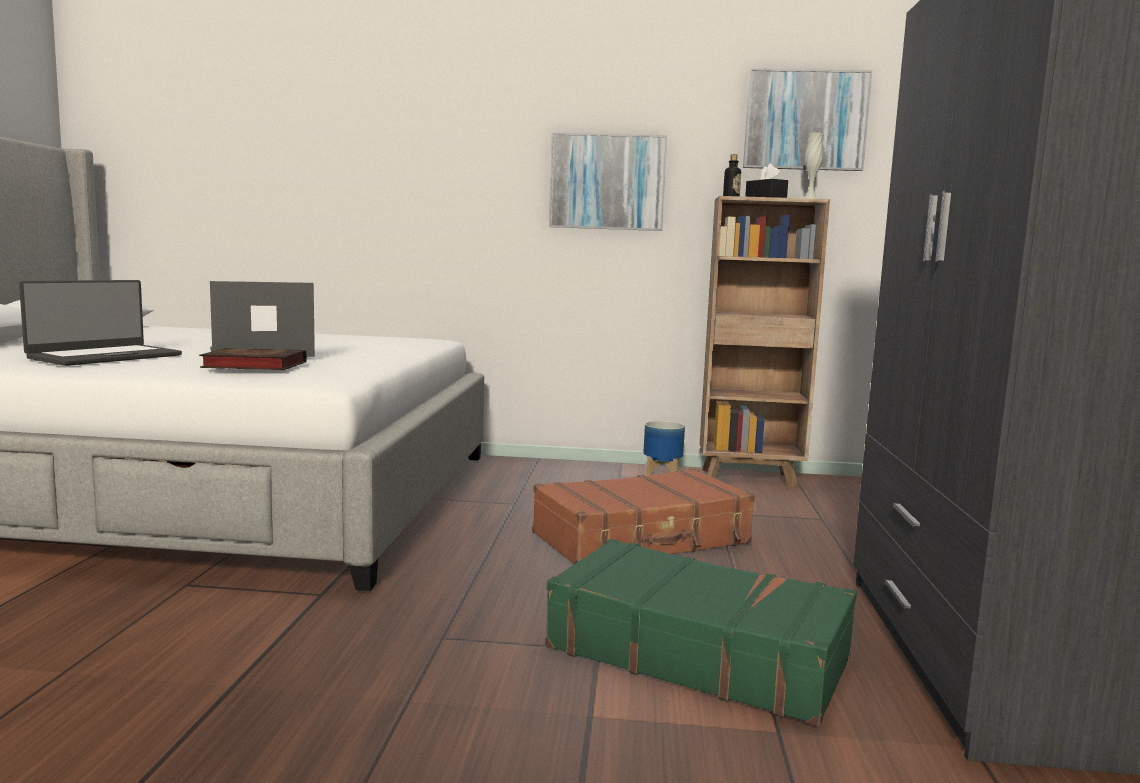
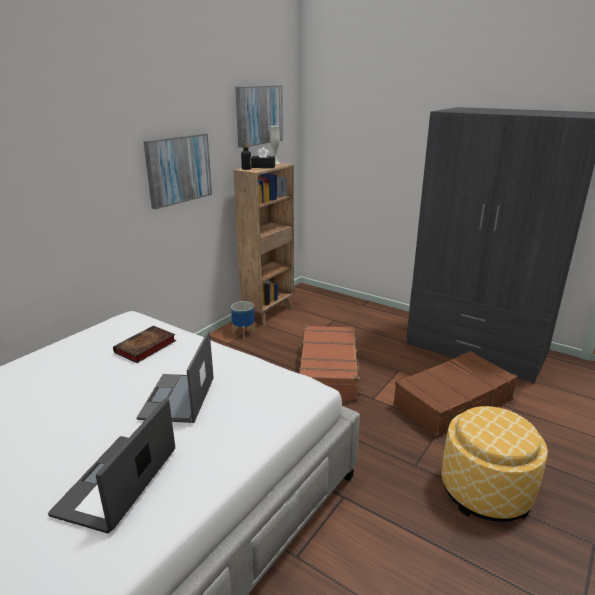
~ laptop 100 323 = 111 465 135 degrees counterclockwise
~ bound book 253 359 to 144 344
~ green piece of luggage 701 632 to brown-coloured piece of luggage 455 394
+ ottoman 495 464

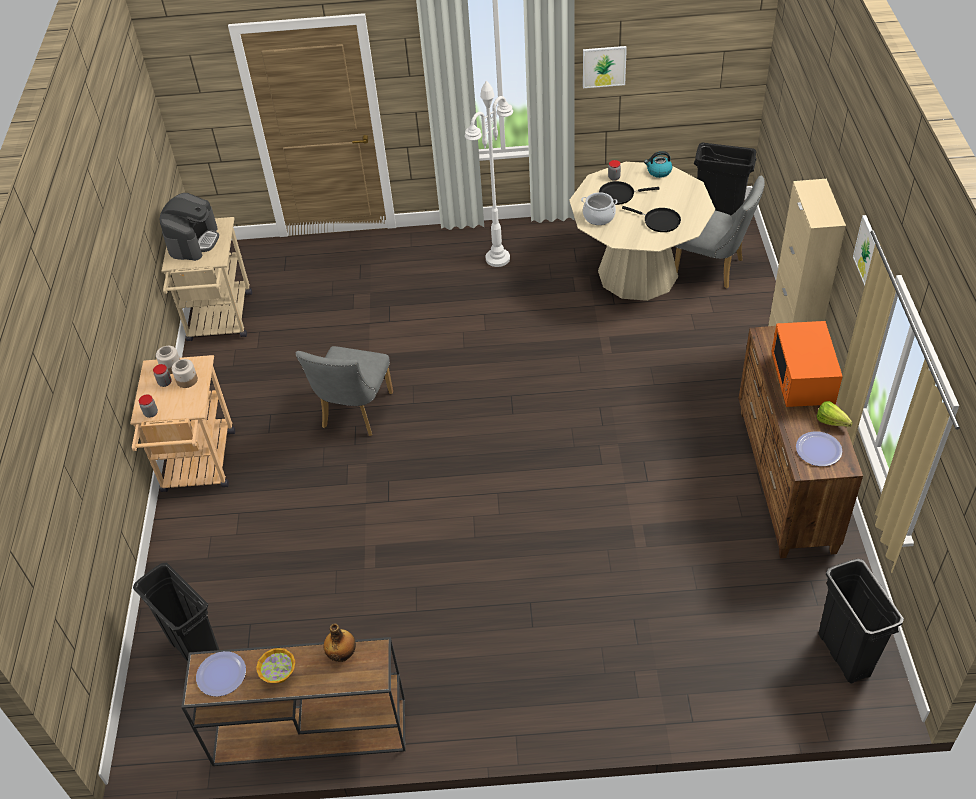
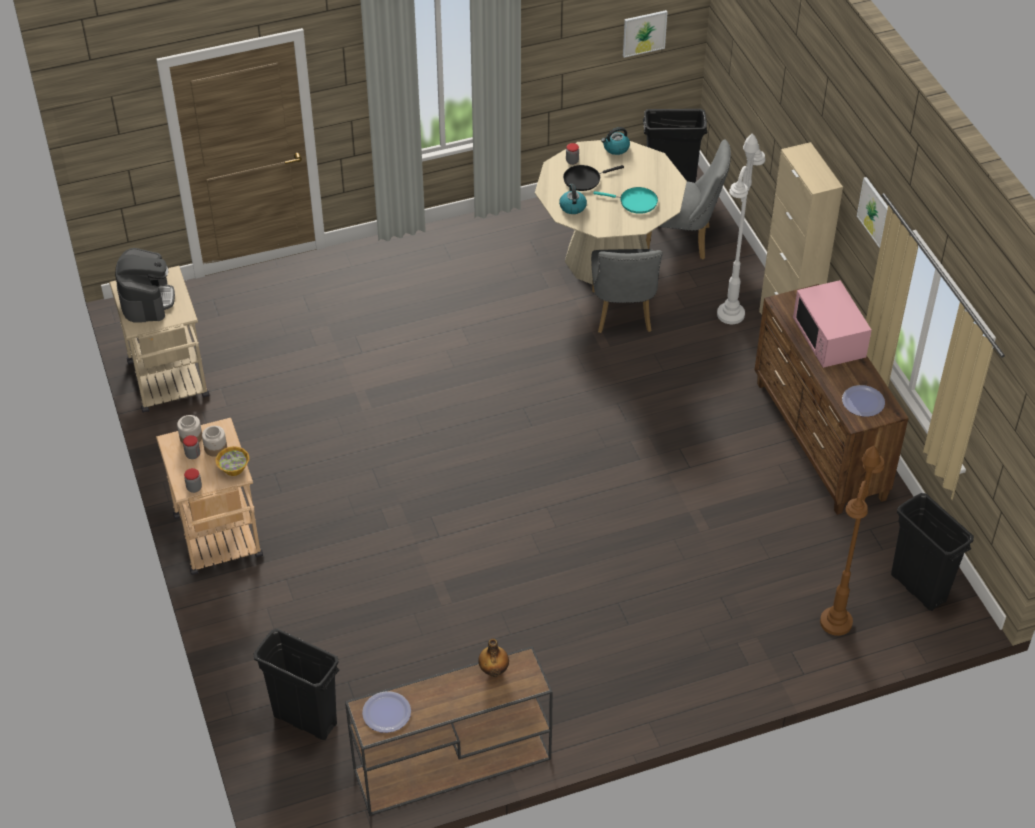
~ bowl 275 666 to 232 461
~ greyish upright chair 344 391 to 627 291
~ whitish floor lamp 489 174 to 741 228
~ stockpot 599 208 to kettle 573 199
~ picture 605 67 to 645 34
~ blackish frying pan 651 219 to blue-green frying pan 625 200
~ orange-coloured kitchen microwave 807 364 to pink-coloured kitchen microwave 832 324
- head of lettuce 835 414
+ brown-coloured floor lamp 852 541

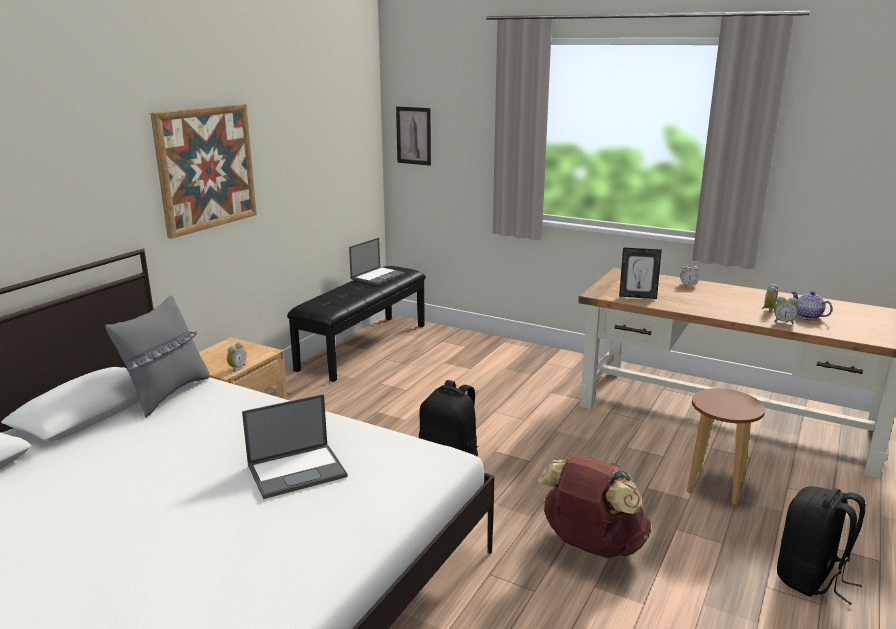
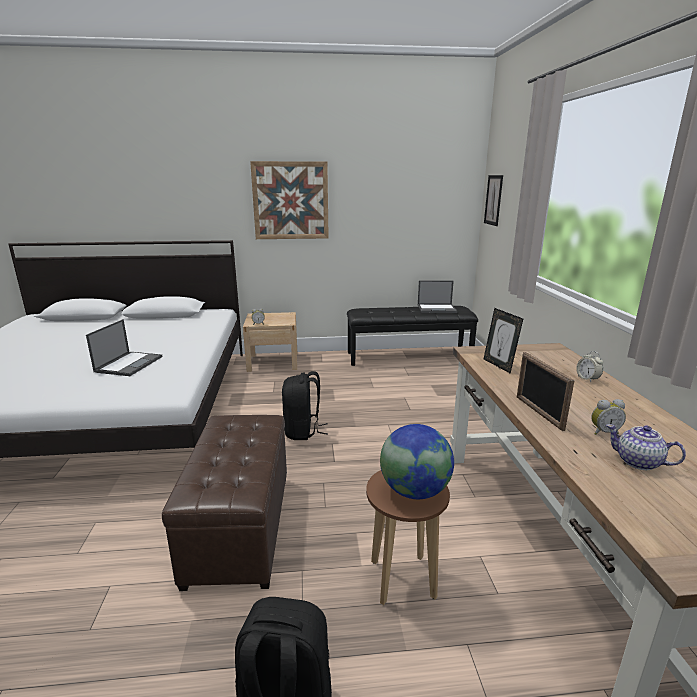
- greyish pillow 157 356
~ laptop 295 446 = 124 347 105 degrees counterclockwise
~ brown-coloured knapsack 594 506 to brown-coloured ottoman 224 503
- bedside clock 786 310
~ pot for tea 812 305 = 646 447 75 degrees counterclockwise
+ globe 417 461
+ picture frame 546 391

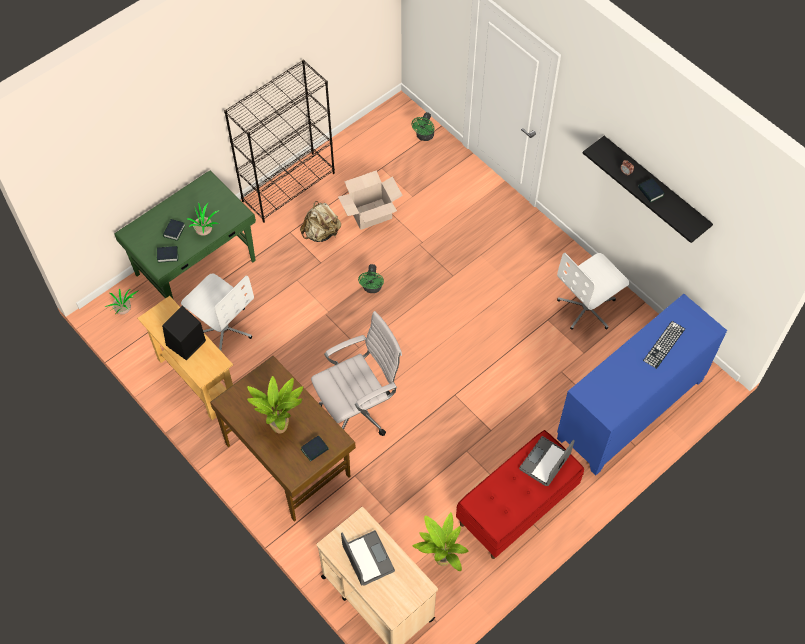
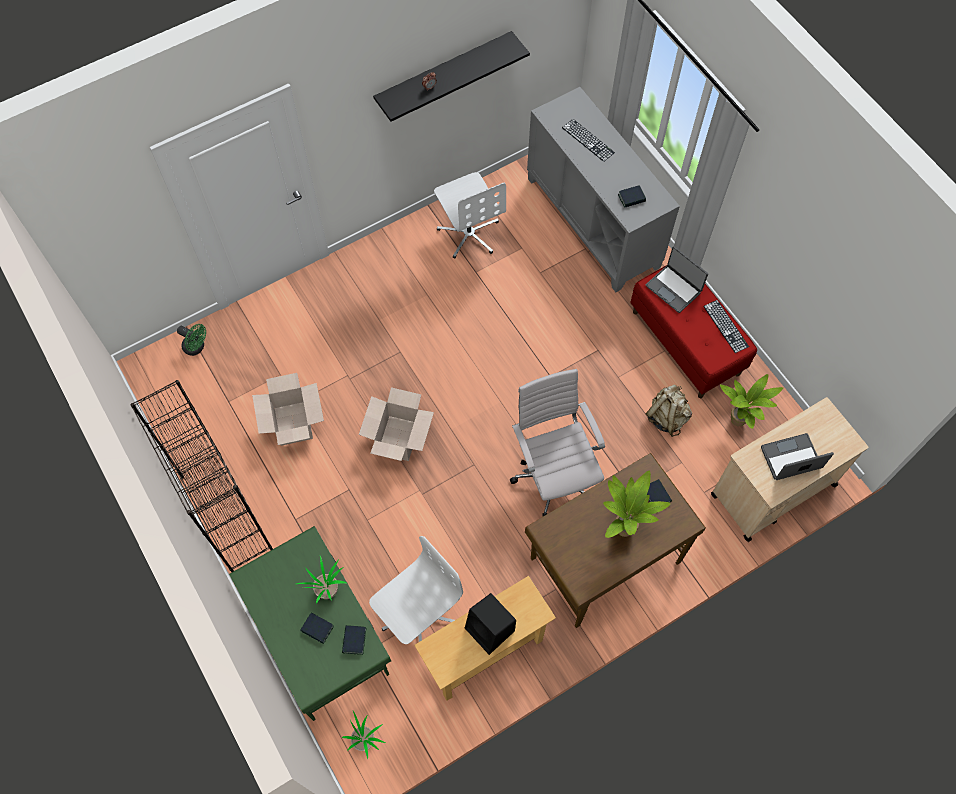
~ beige knapsack 320 221 to 668 410
~ green cooling fan 371 278 to packing box 396 424
~ blue cupboard 642 385 to greyish cupboard 603 189
~ bound book 651 190 to 632 196
+ keyboard 726 326

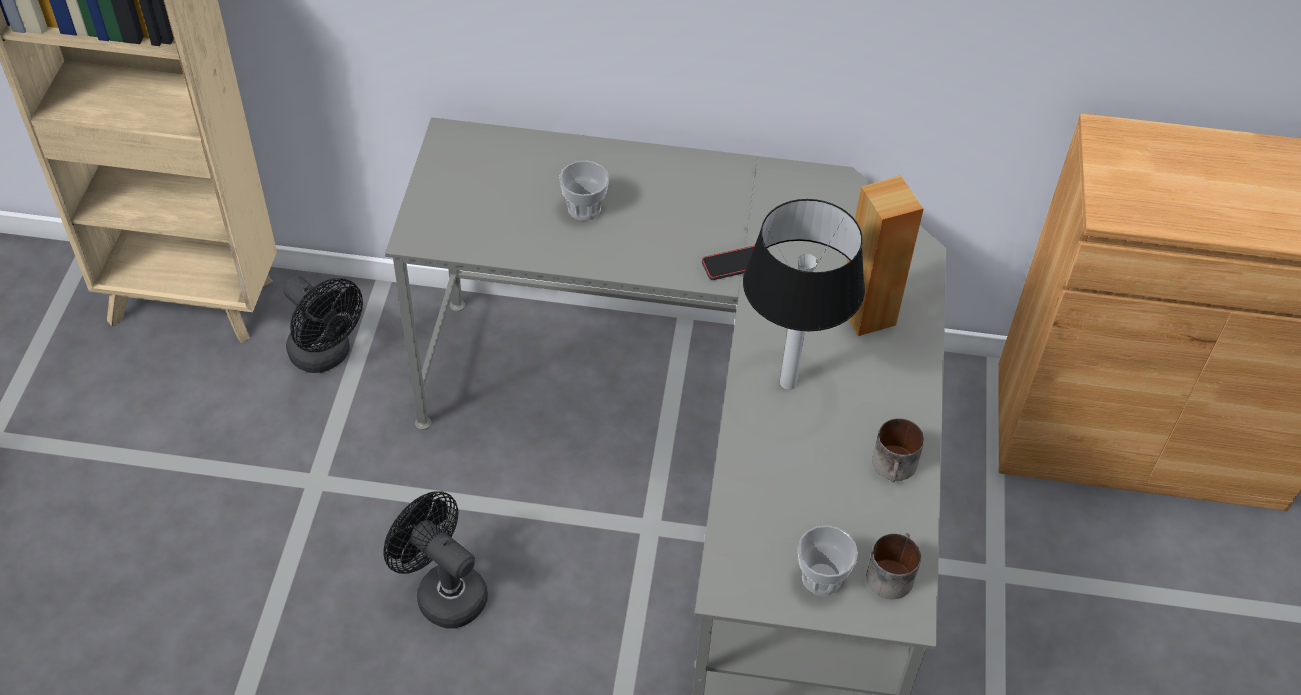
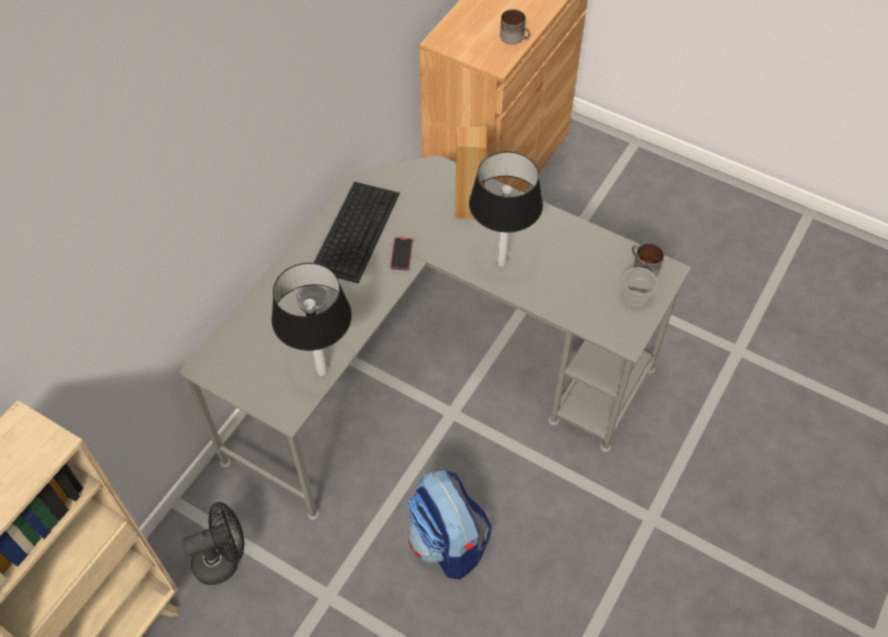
~ blackish cooling fan 435 560 to knapsack 450 525
~ coffee mug 898 450 to 515 27
+ lamp for a table 311 319
+ keyboard 357 232

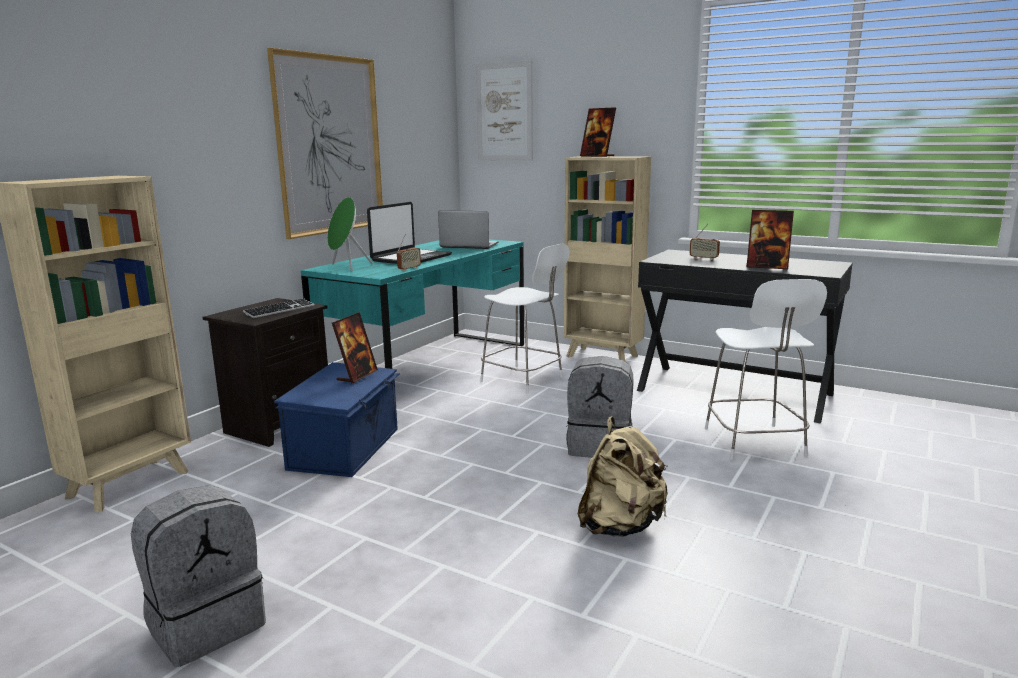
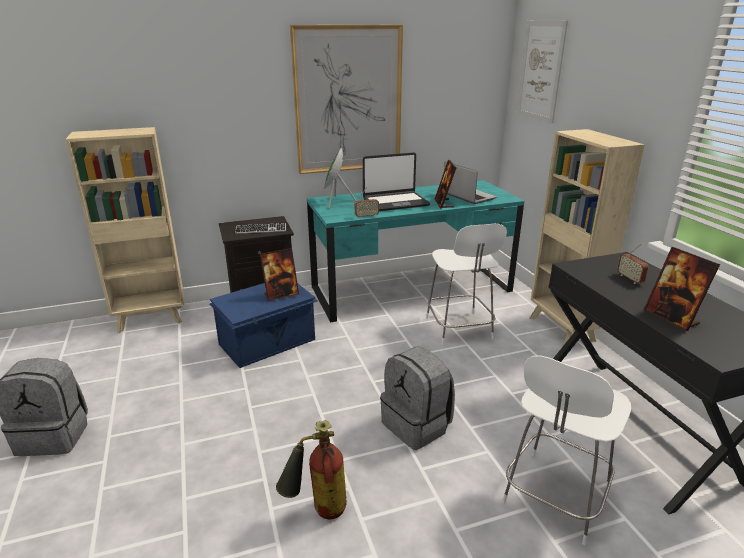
~ beige knapsack 623 476 to fire extinguisher 311 469
~ picture frame 598 132 to 446 184

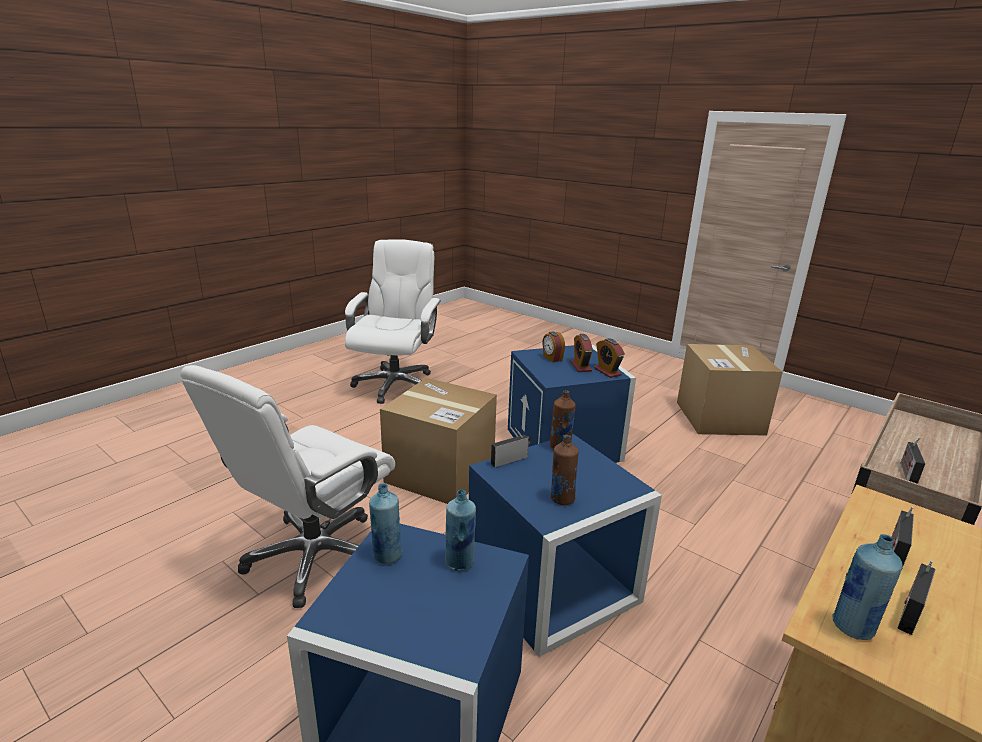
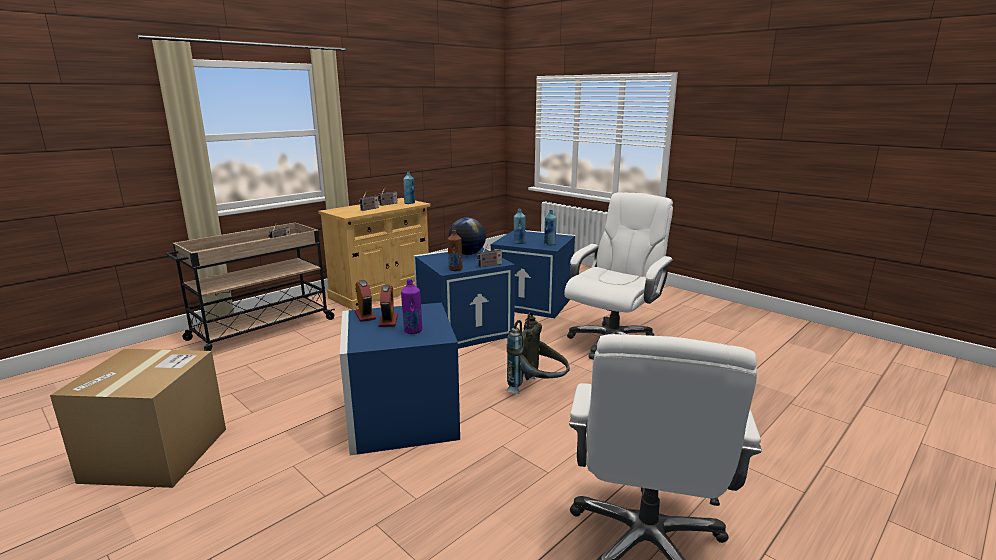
~ packing box 438 441 to greyish knapsack 538 353
~ bedside clock 553 347 to purple-coloured bottle 411 306
~ brown-coloured bottle 565 470 to globe 467 236

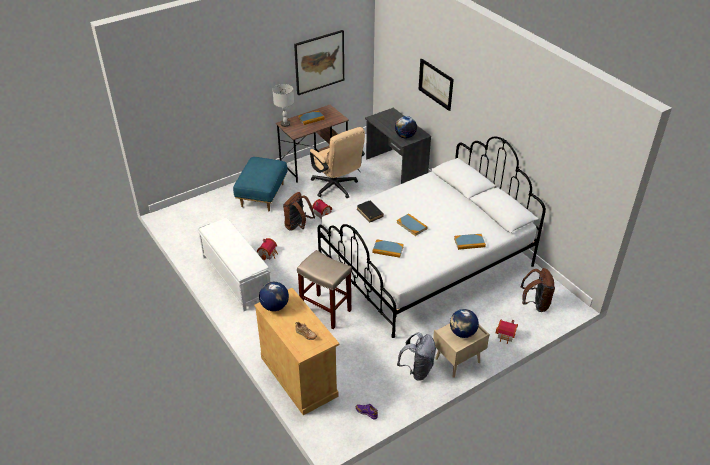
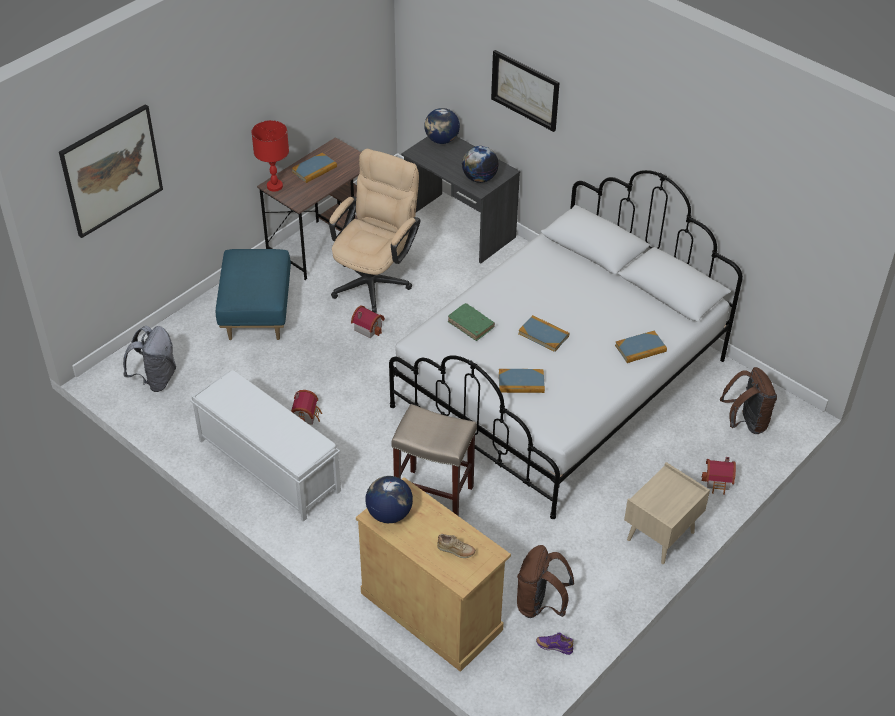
~ greyish lamp for a table 283 105 to red lamp for a table 270 156
~ brown-coloured knapsack 299 211 to 545 581
~ picture 319 62 to 111 171
~ beige desk chair 337 162 = 375 231 105 degrees counterclockwise
~ blackish bound book 370 211 to green bound book 471 322
~ greyish knapsack 416 356 to 149 359
~ globe 464 323 to 442 126

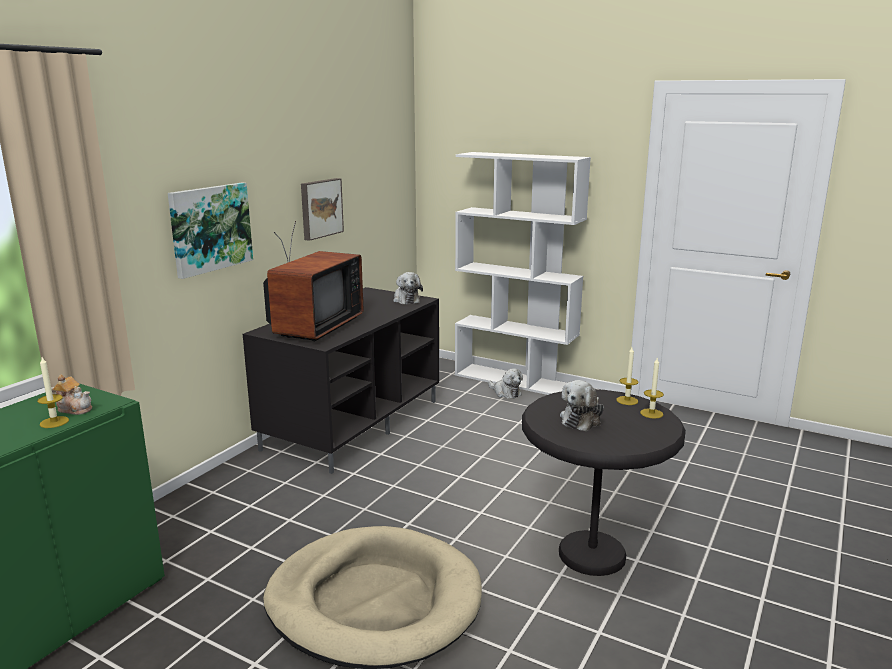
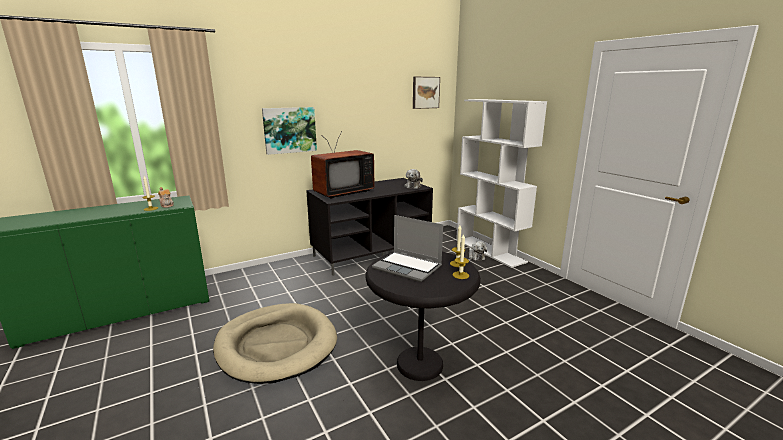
~ picture 322 209 to 426 93
~ soft toy 582 405 to laptop 407 248

